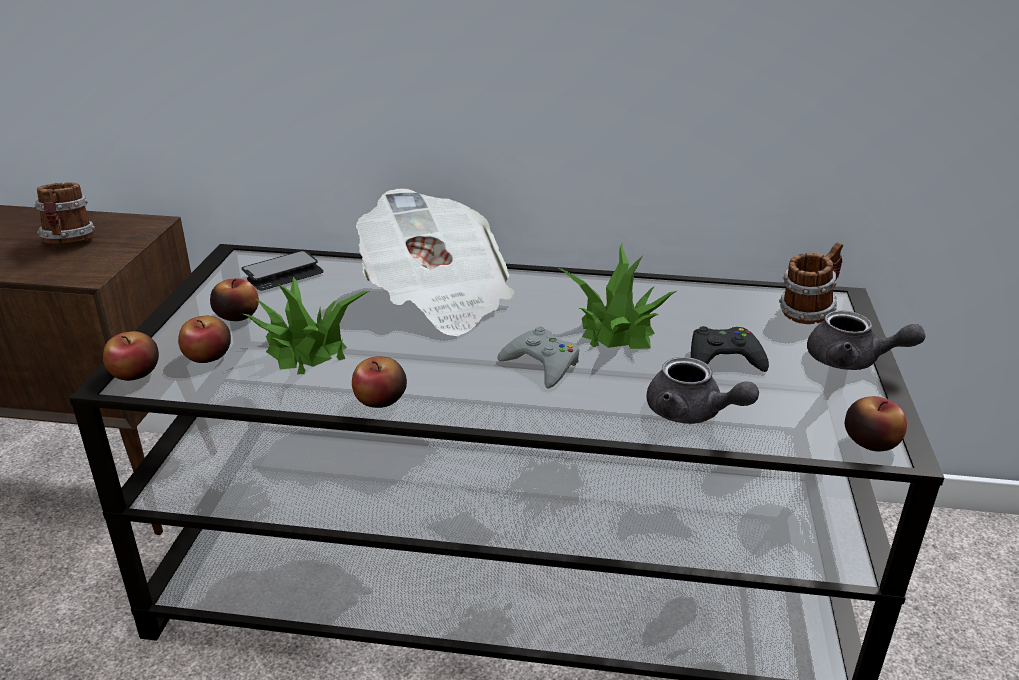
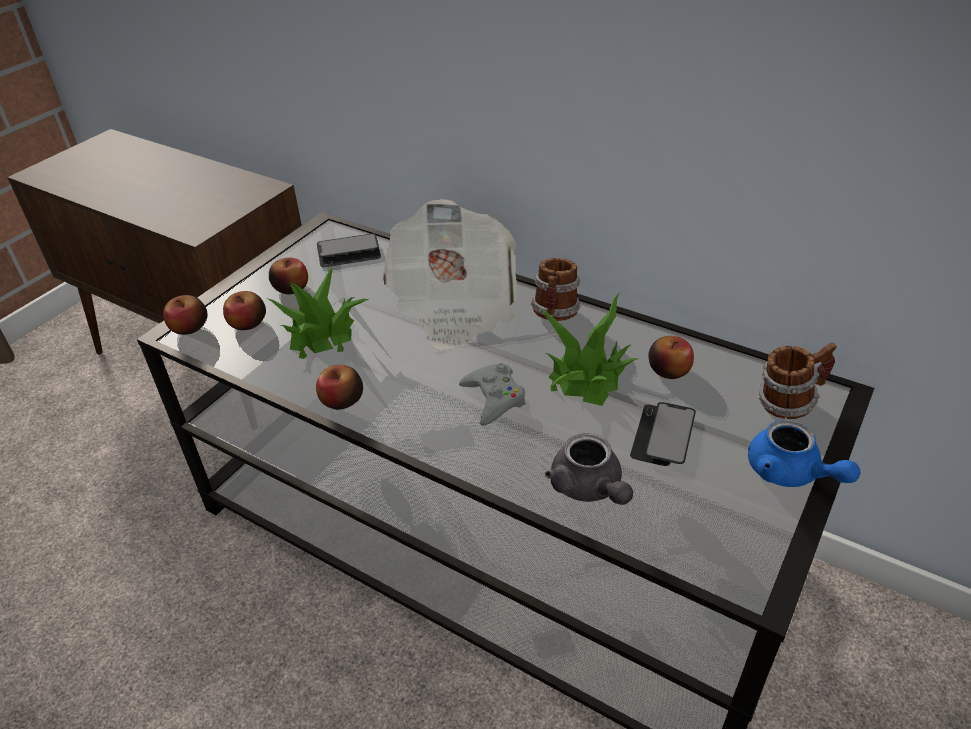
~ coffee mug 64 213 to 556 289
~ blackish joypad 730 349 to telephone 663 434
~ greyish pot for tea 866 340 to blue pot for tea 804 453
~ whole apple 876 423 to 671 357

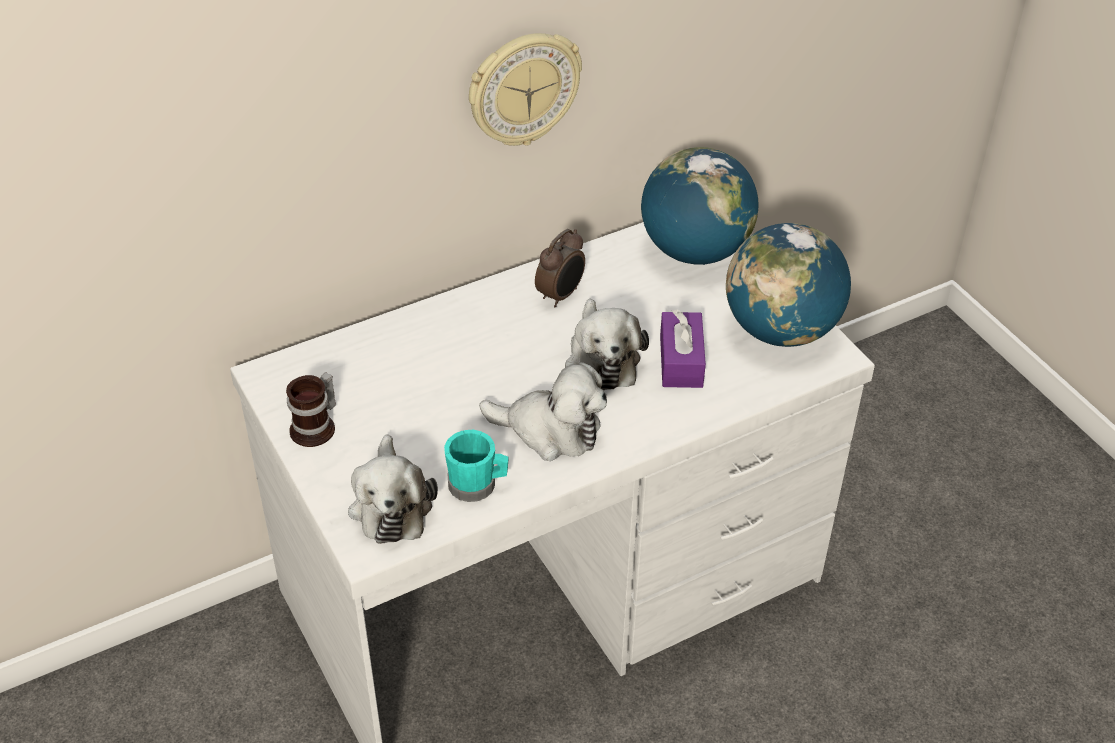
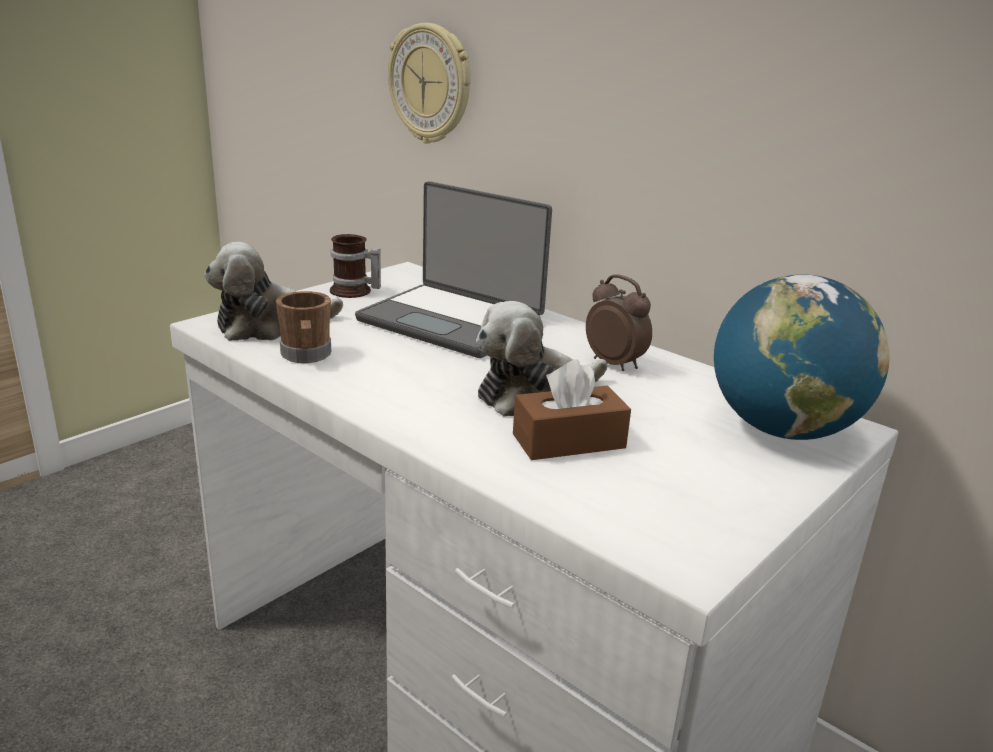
~ blue-green coffee mug 476 466 to brown-coloured coffee mug 303 327
~ clock on the wall 525 89 to 429 83
- soft toy 543 411
~ bedside clock 560 268 = 619 323 150 degrees counterclockwise
~ purple-coloured tissue box 683 349 to brown-coloured tissue box 572 409
- globe 788 285
+ laptop 453 269

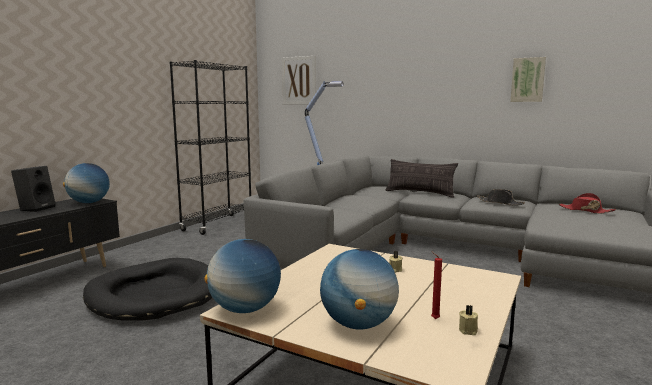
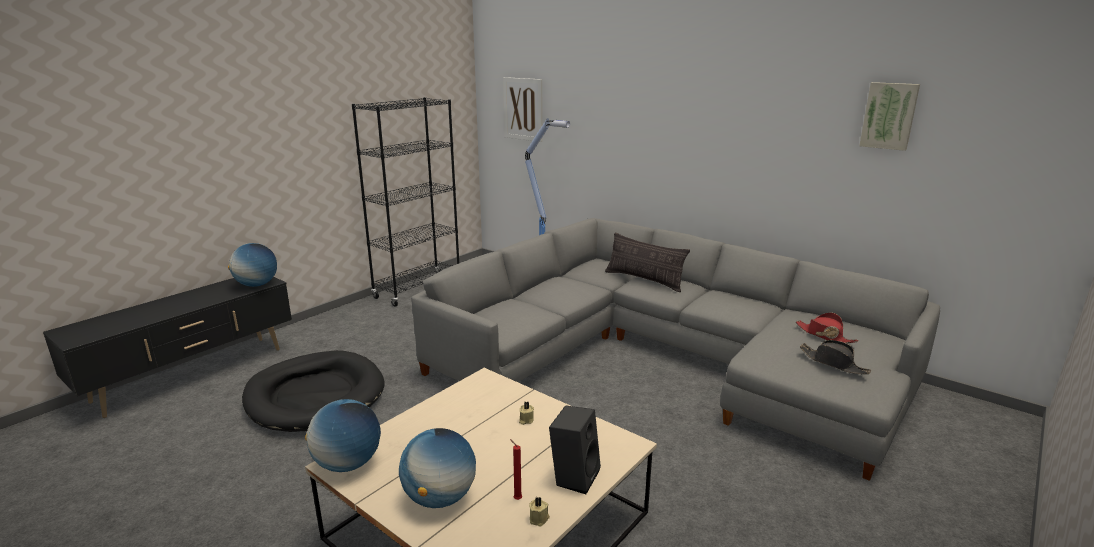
~ blackish audio speaker 33 189 to 575 449
~ blackish wearable hat 501 197 to 835 357
~ picture 528 79 to 889 116

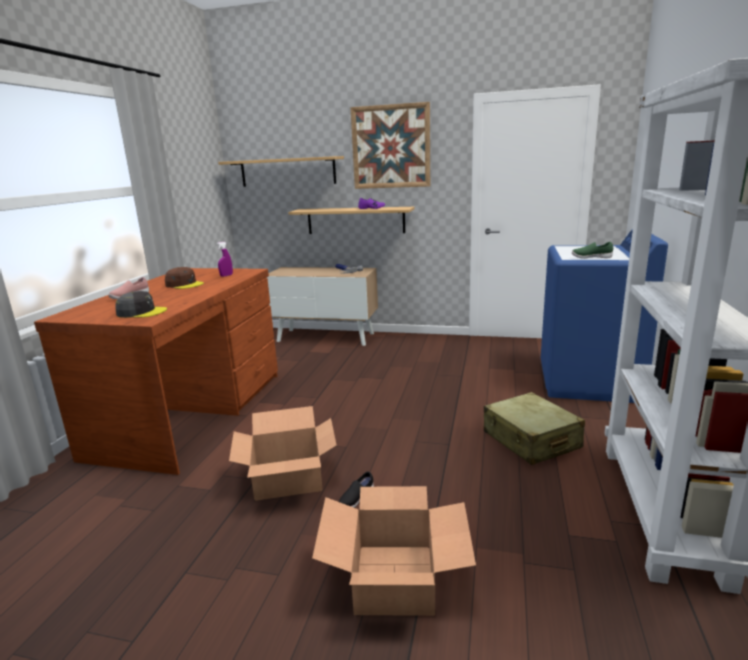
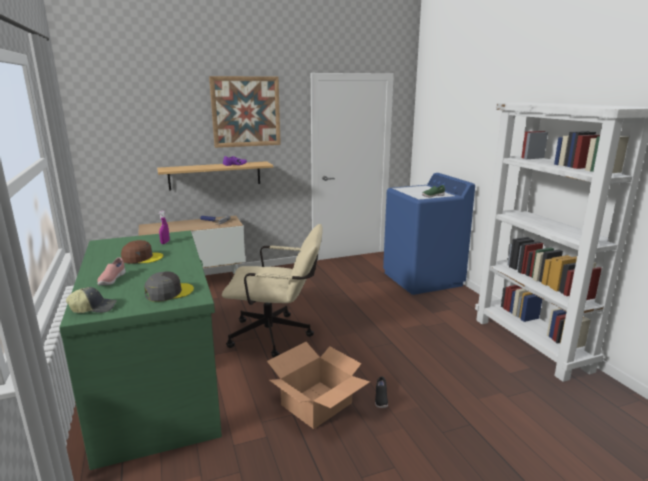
~ brown-coloured desk table 156 371 to green desk table 140 350
- bracket shelf 281 171
- packing box 394 551
- beige piece of luggage 534 428
+ cap 91 300
+ beige desk chair 272 291

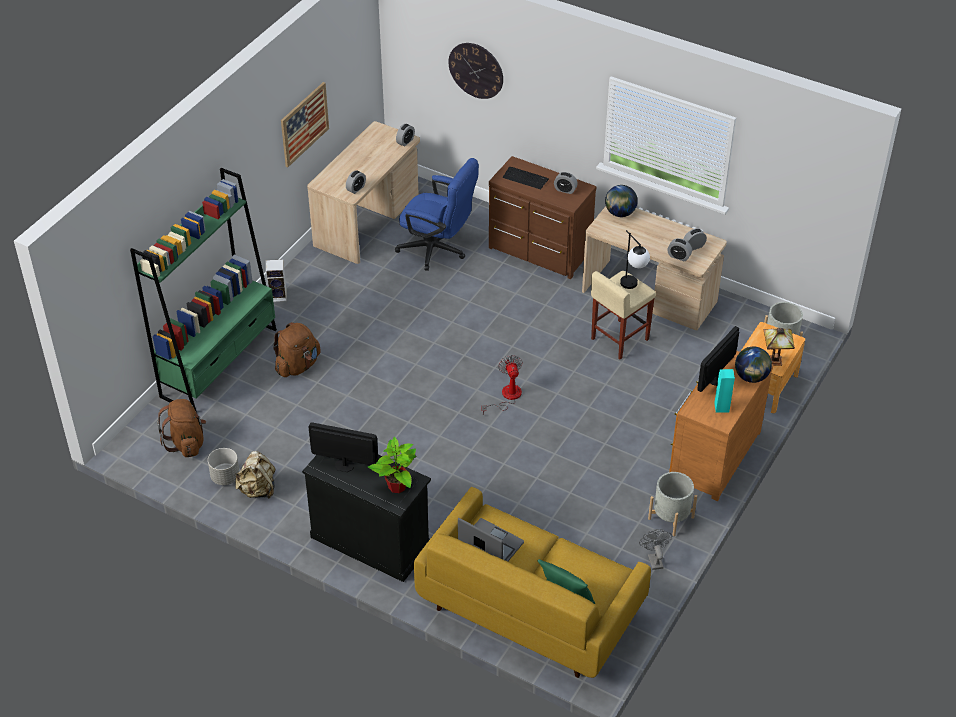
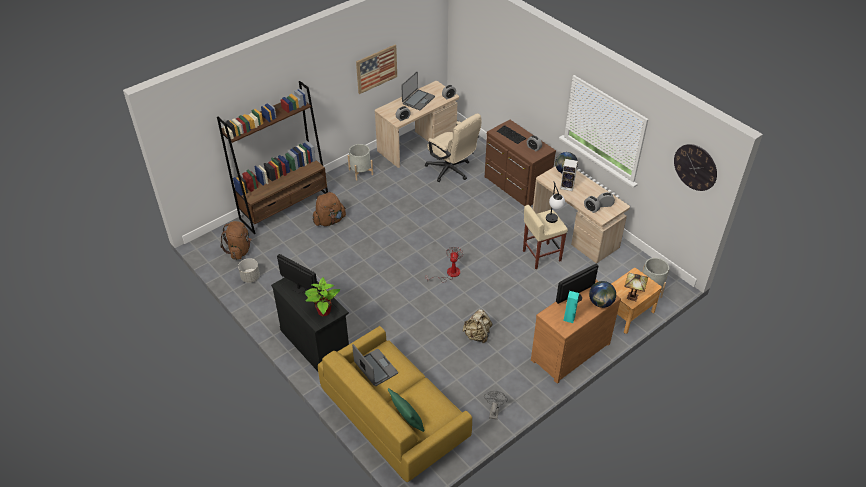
~ green bookcase 203 290 to brown-coloured bookcase 272 157
~ beige knapsack 255 475 to 477 326
~ audio speaker 276 280 to 569 175
~ blue desk chair 437 214 to beige desk chair 453 147
~ clock on the wall 475 71 to 695 167
~ greyish plant pot 672 504 to 360 162
+ laptop 418 91

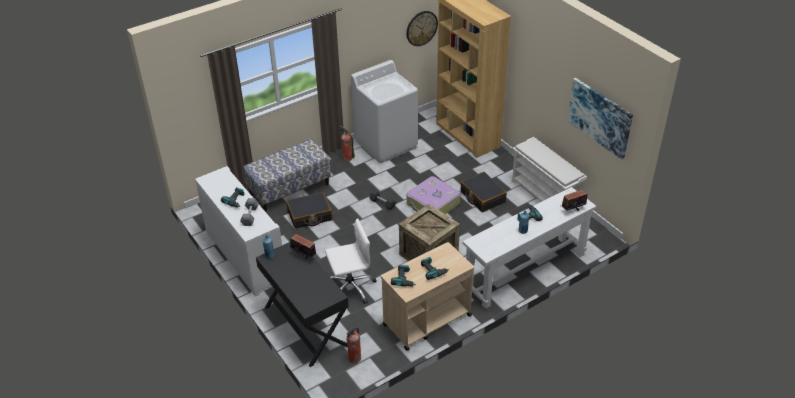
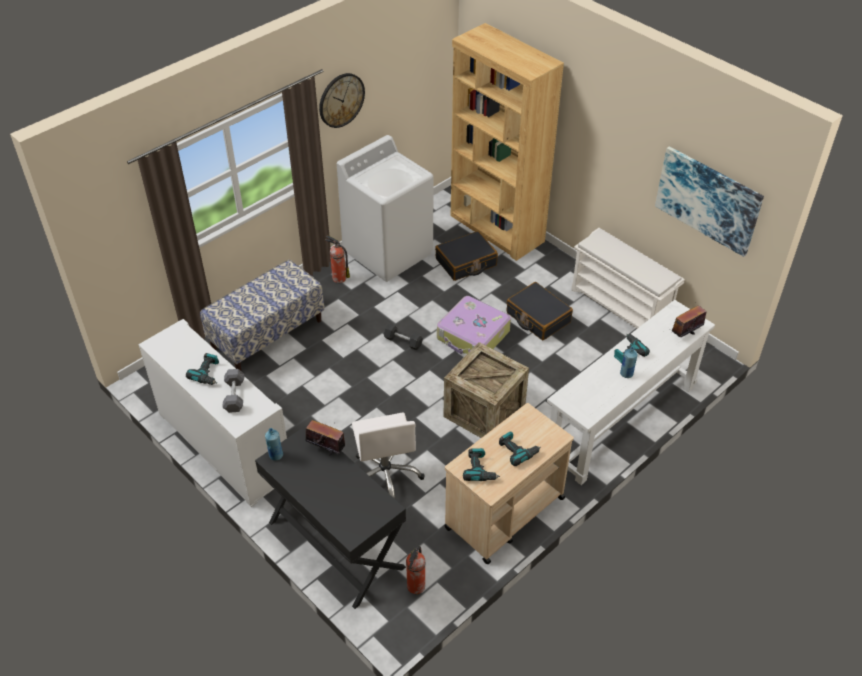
~ blackish piece of luggage 309 210 to 466 256
~ whitish desk chair 351 261 = 388 455 105 degrees clockwise
~ clock on the wall 422 28 to 342 100

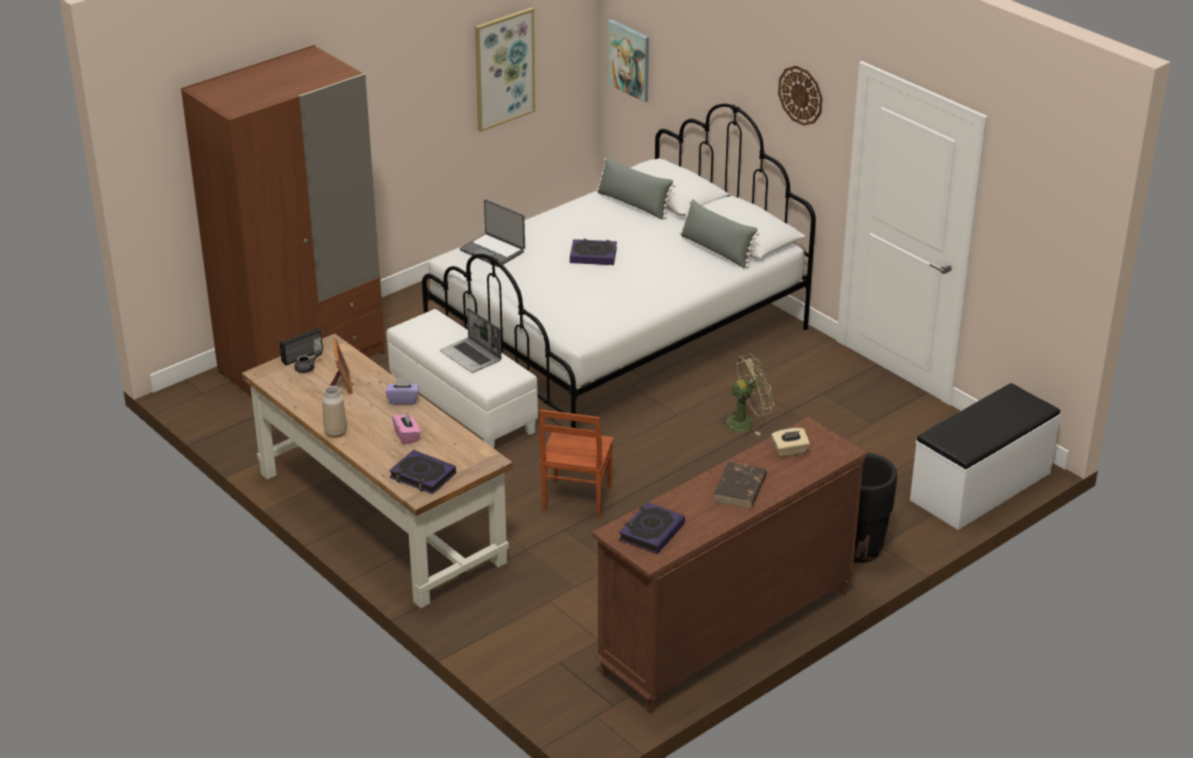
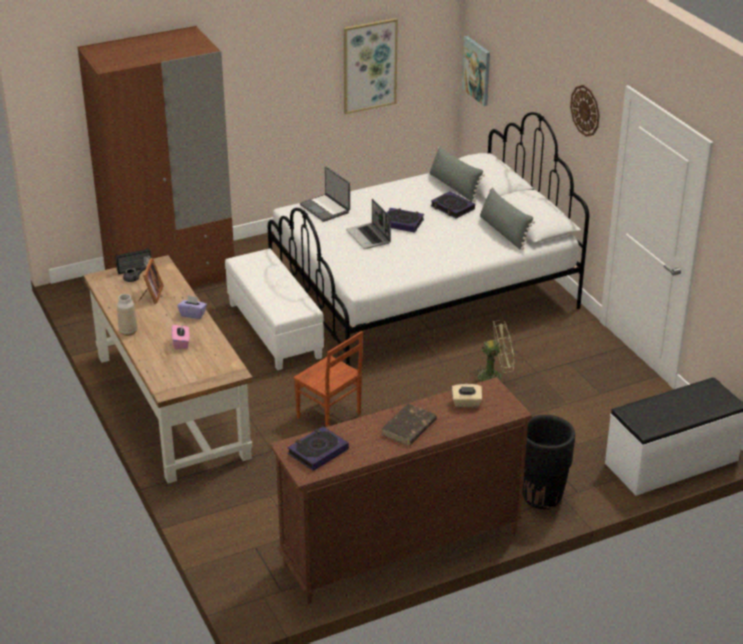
~ bound book 422 472 to 453 204
~ laptop 470 340 to 368 224
~ brown-coloured upright chair 576 464 = 328 379 75 degrees counterclockwise

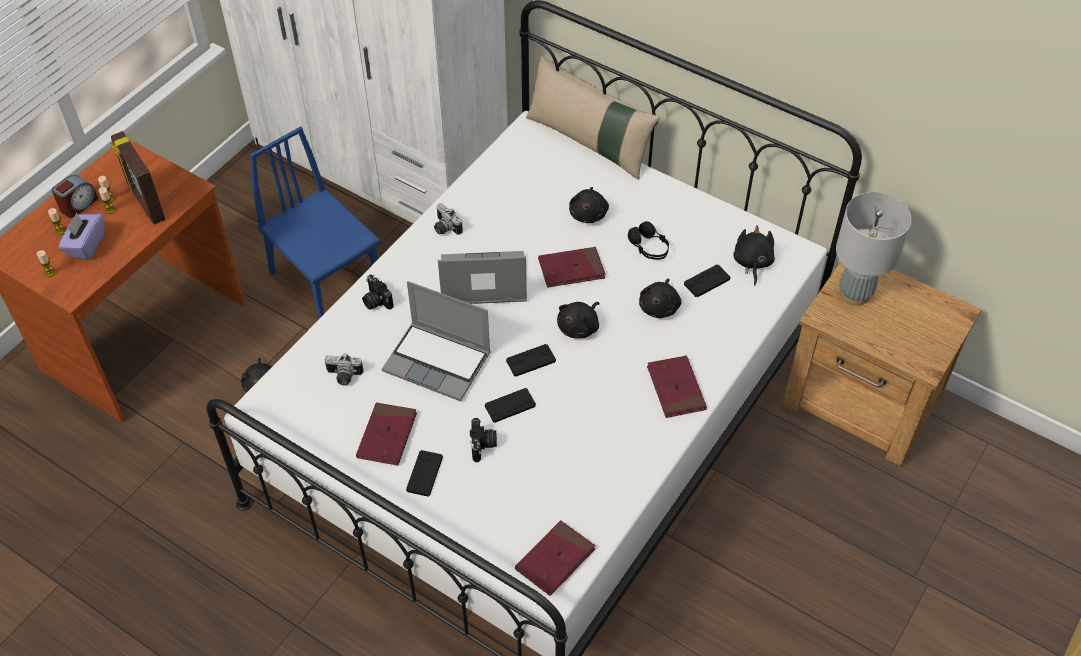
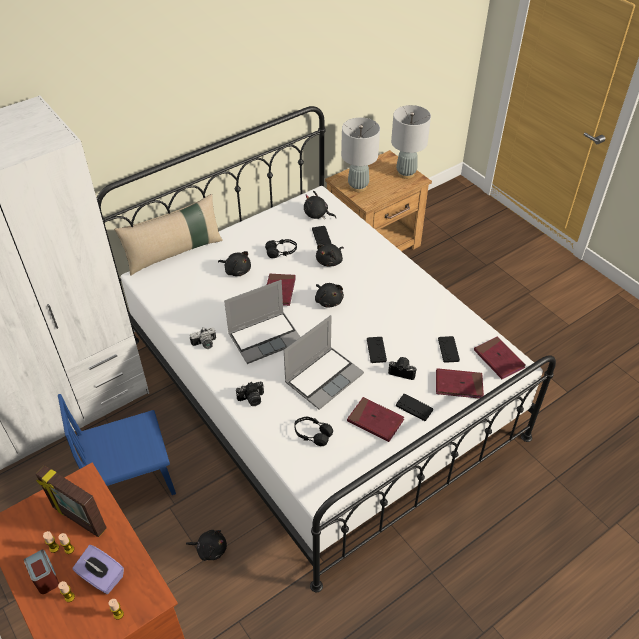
~ picture frame 138 177 = 71 501 45 degrees clockwise
~ still camera 344 369 to blackish pair of headphones 313 431
~ laptop 482 277 = 262 322 135 degrees counterclockwise
~ blackish joypad 531 360 to 449 349
~ blackish soft toy 660 298 = 330 254 90 degrees clockwise
~ red bound book 677 387 to 460 383
+ greyish lamp for a table 411 142

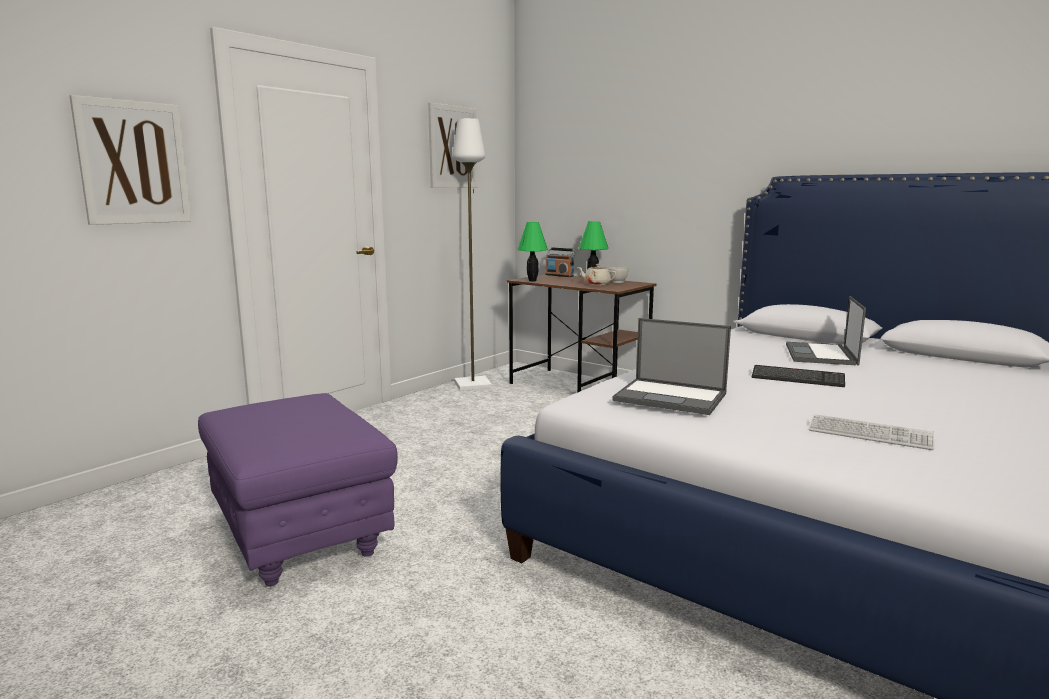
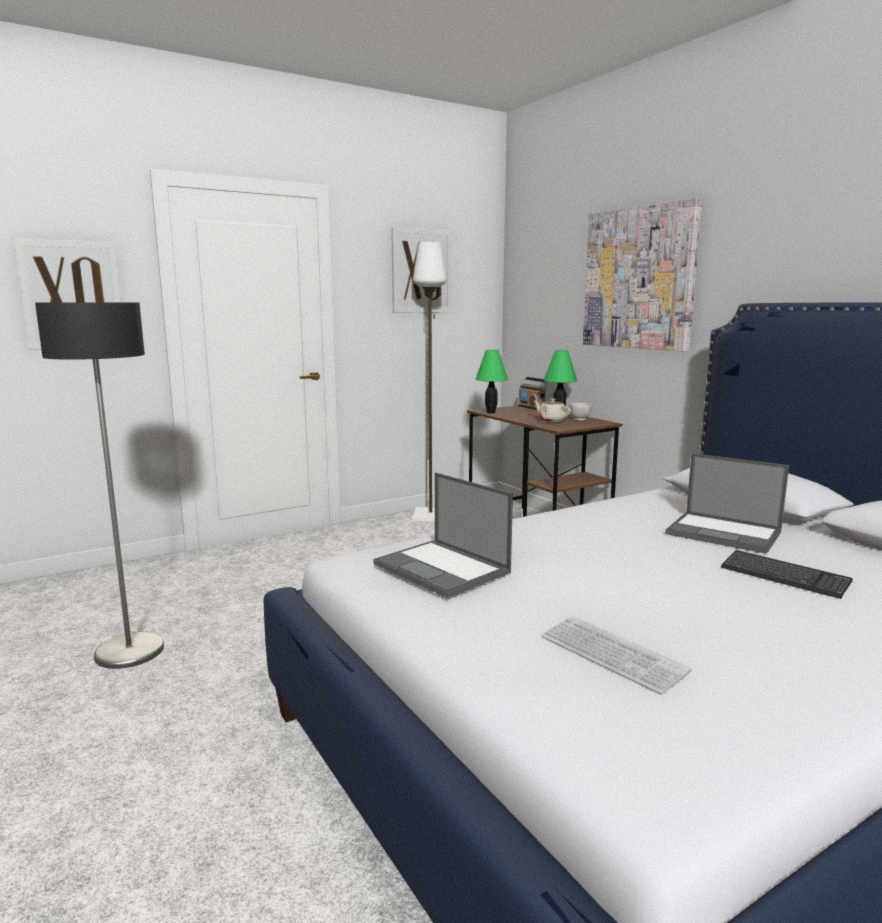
~ purple-coloured ottoman 298 489 to floor lamp 99 485
~ keyboard 798 376 to 787 574
~ laptop 826 330 = 727 503 90 degrees counterclockwise
+ picture 642 274

